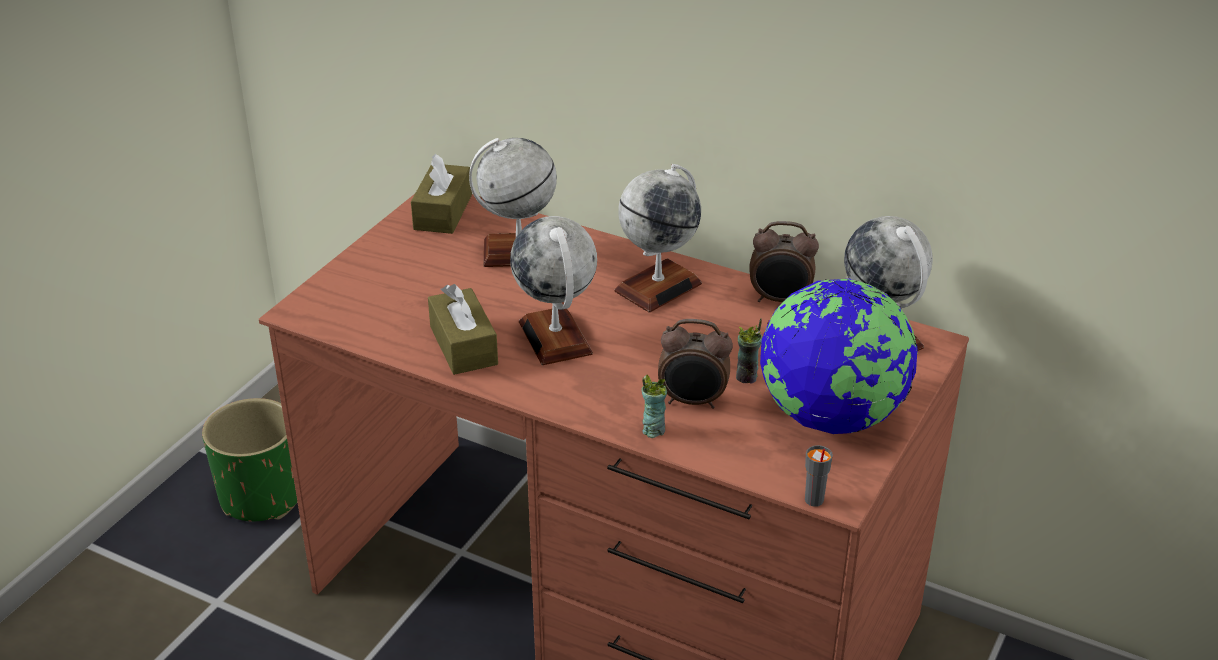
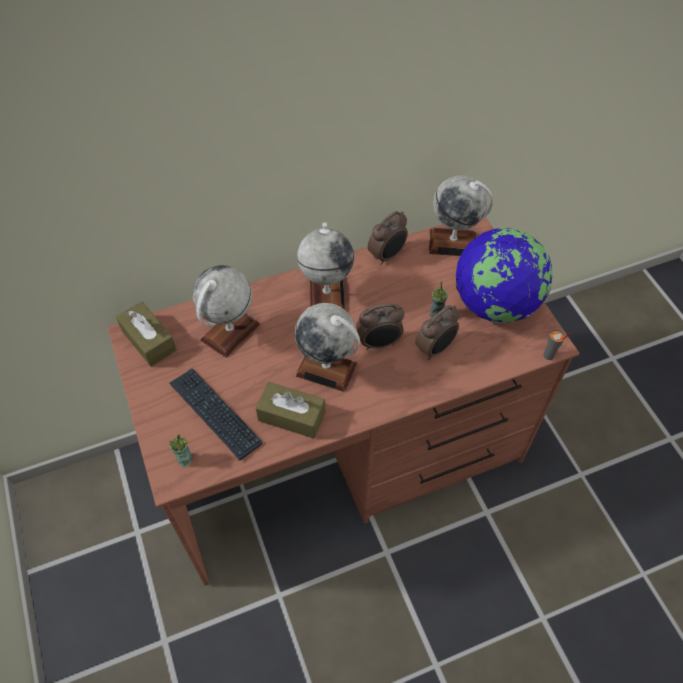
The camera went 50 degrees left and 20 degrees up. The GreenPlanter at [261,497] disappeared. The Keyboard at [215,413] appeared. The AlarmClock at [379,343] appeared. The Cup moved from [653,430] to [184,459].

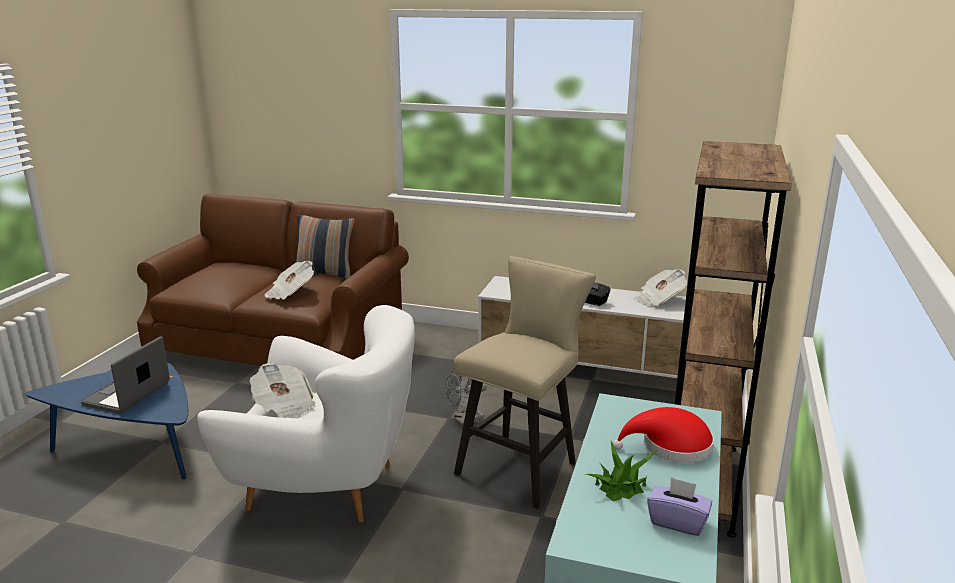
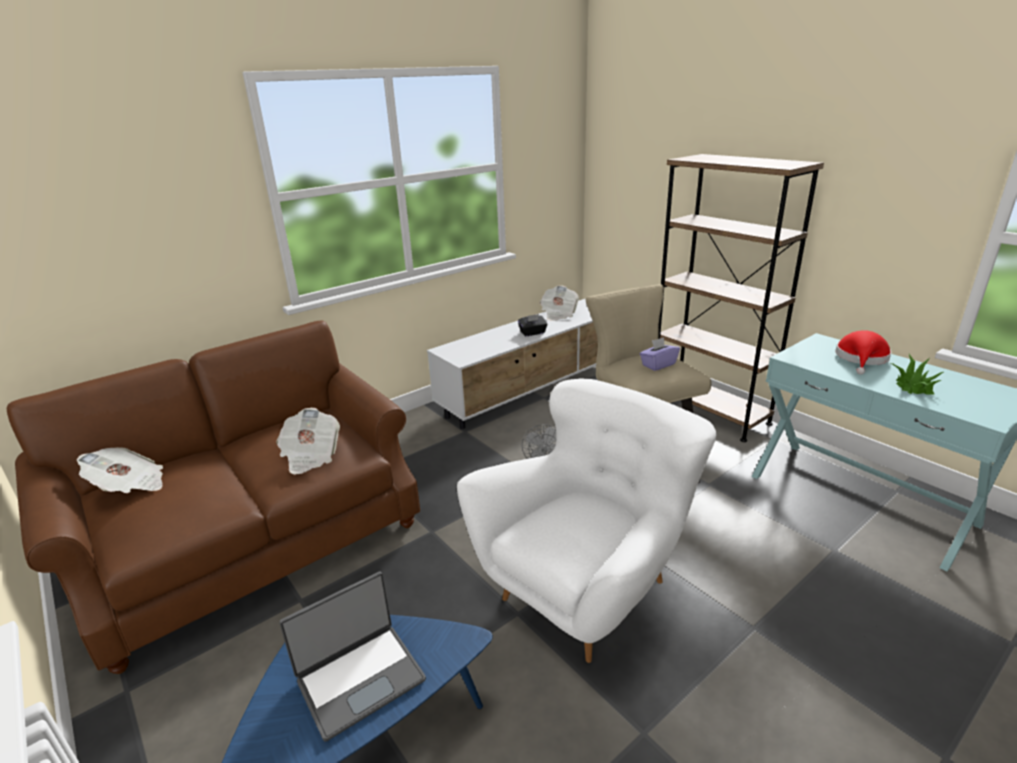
The camera went 55 degrees left and 5 degrees up. The Pillow at [325,273] disappeared. The Newspaper moved from [284,407] to [130,486]. The PurpleTissueBox moved from [677,522] to [658,365]. The Laptop at [128,394] turned 90 degrees counterclockwise.

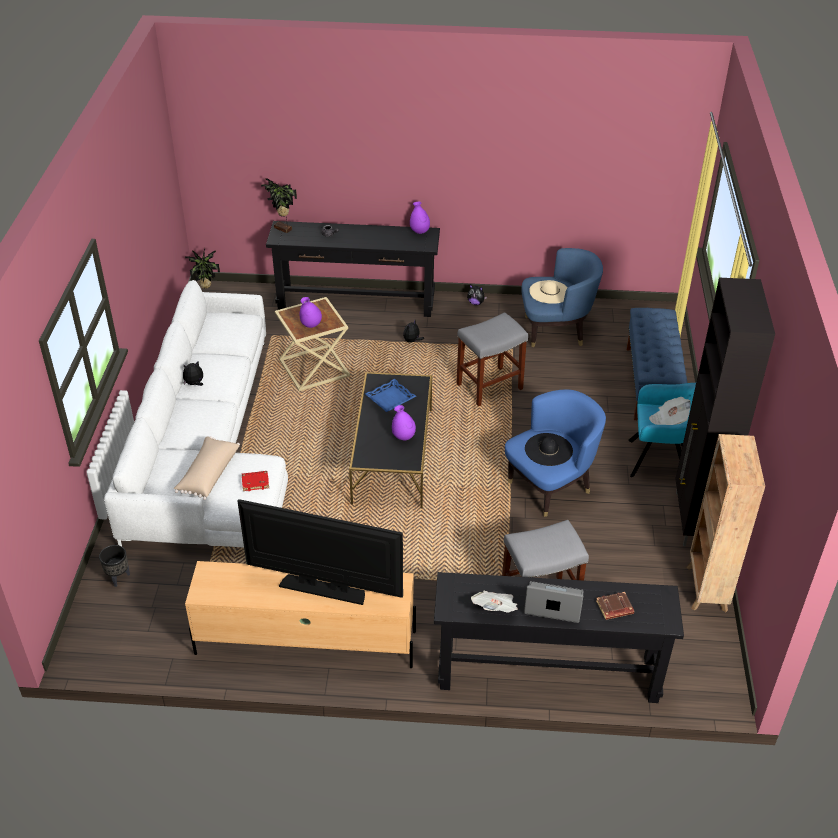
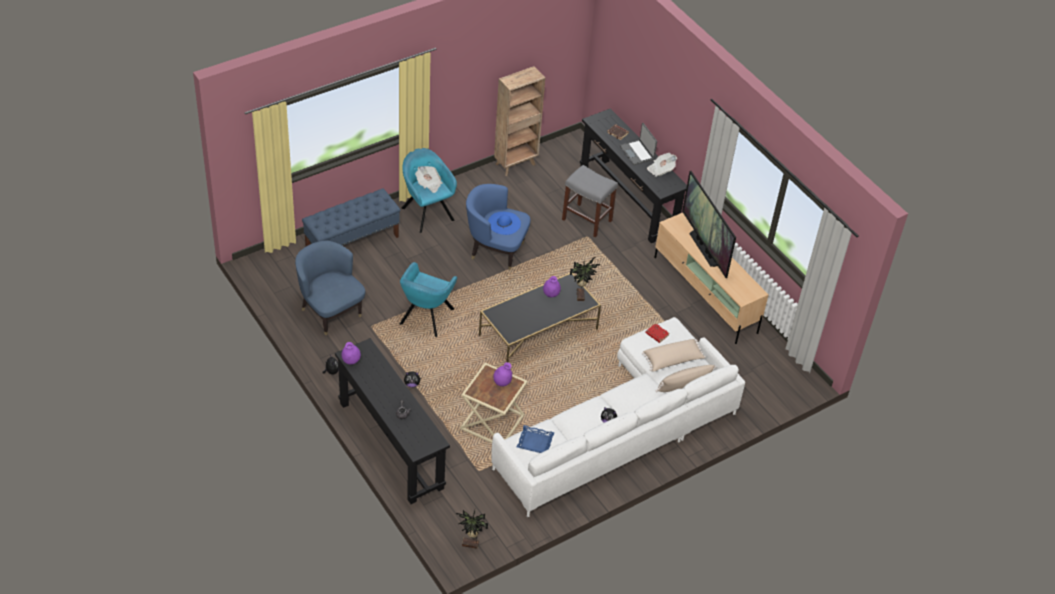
The camera went 130 degrees left and 5 degrees up. The BlackPlanter at [118,577] disappeared. The BeigeHat at [549,292] disappeared. The BlackCabinet at [694,520] disappeared. The BeigePillow at [683,385] appeared. The PottedPlant moved from [282,229] to [581,295]. The BlueTray moved from [390,398] to [535,442]. The GreyStool at [490,386] was replaced by the TurquoiseArmchair at [425,318]. The BlackHat at [548,449] became the BlueHat at [504,223].

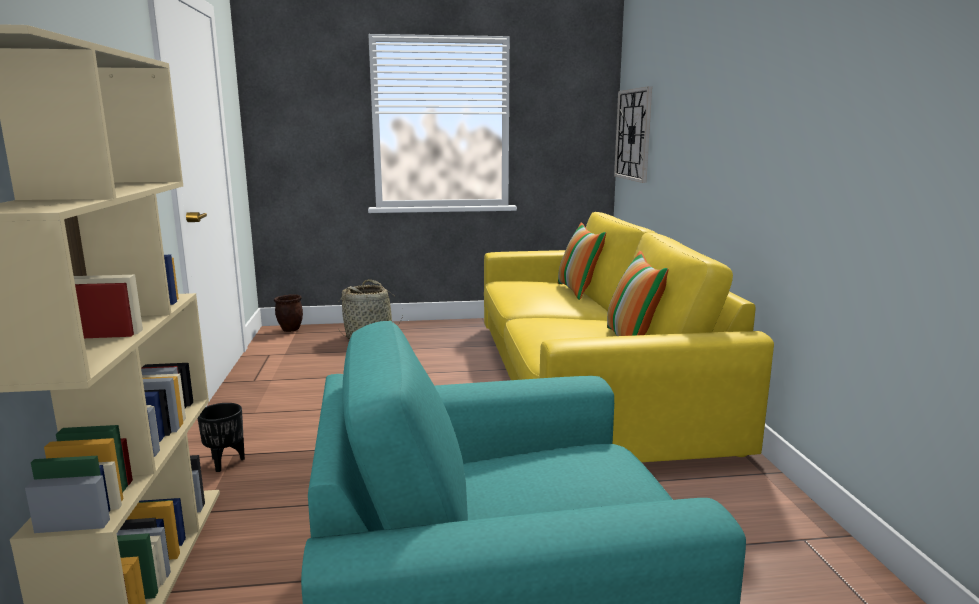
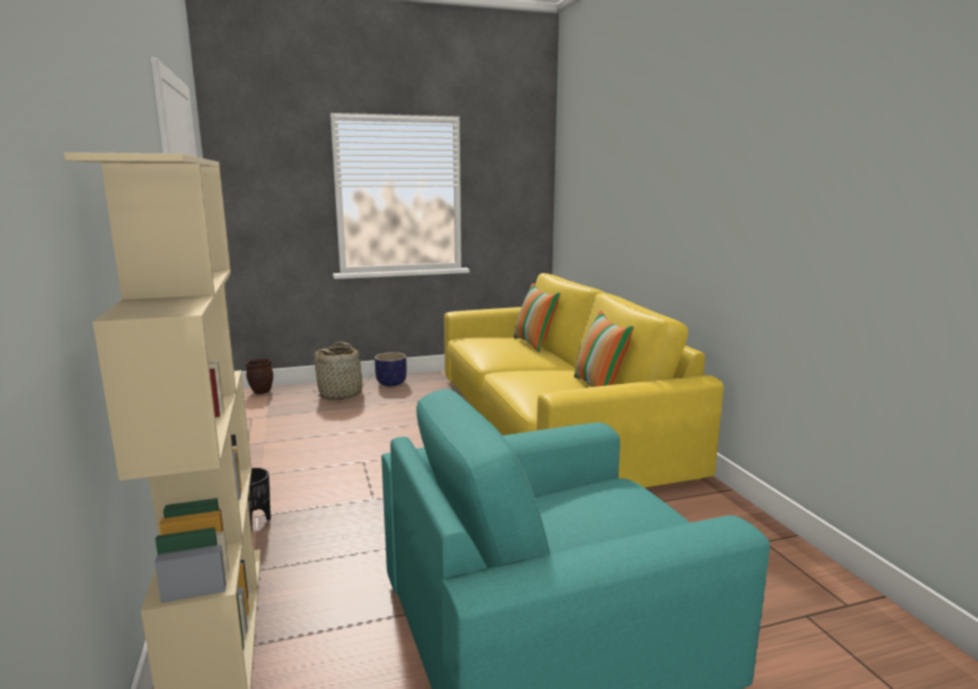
The camera went 10 degrees left and 0 degrees up. The WallClock at [633,134] disappeared. The Planter at [391,383] appeared.

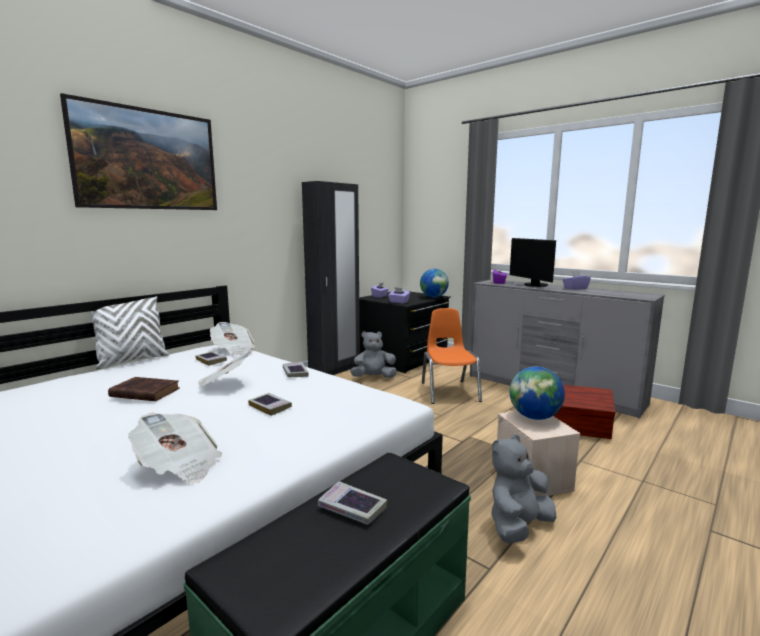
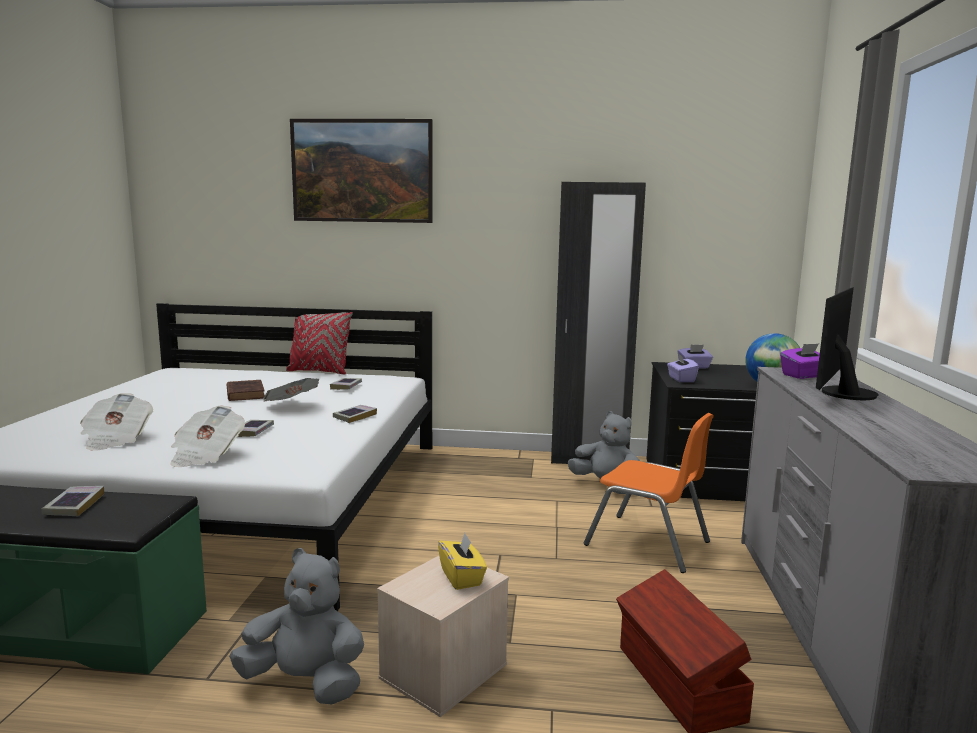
The camera went 55 degrees right and 0 degrees up. The PurpleTissueBox at [575,288] disappeared. The Newspaper moved from [233,350] to [206,455]. The Globe at [534,417] was replaced by the YellowTissueBox at [462,577]. The WhitePillow at [132,361] became the RedPillow at [319,371]. The OrangeChair at [449,392] turned 75 degrees clockwise.

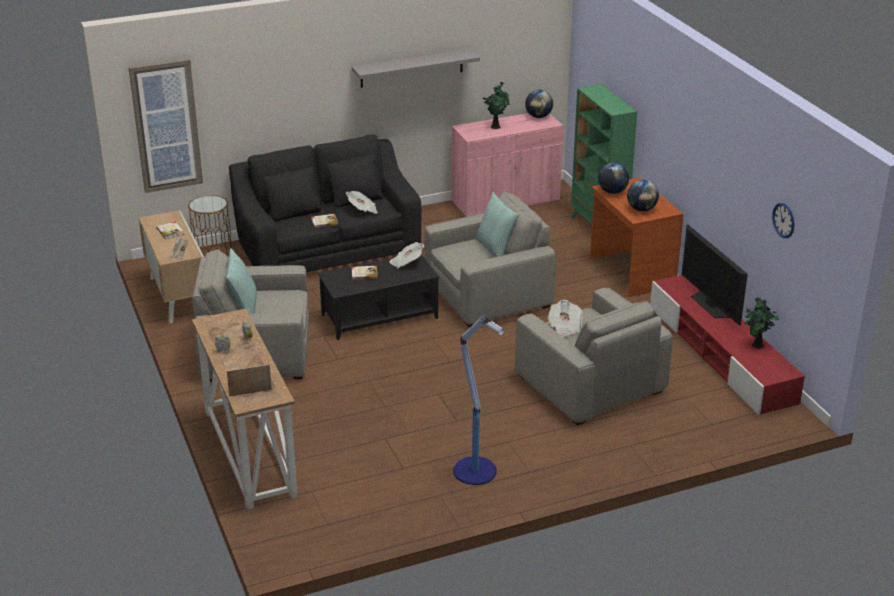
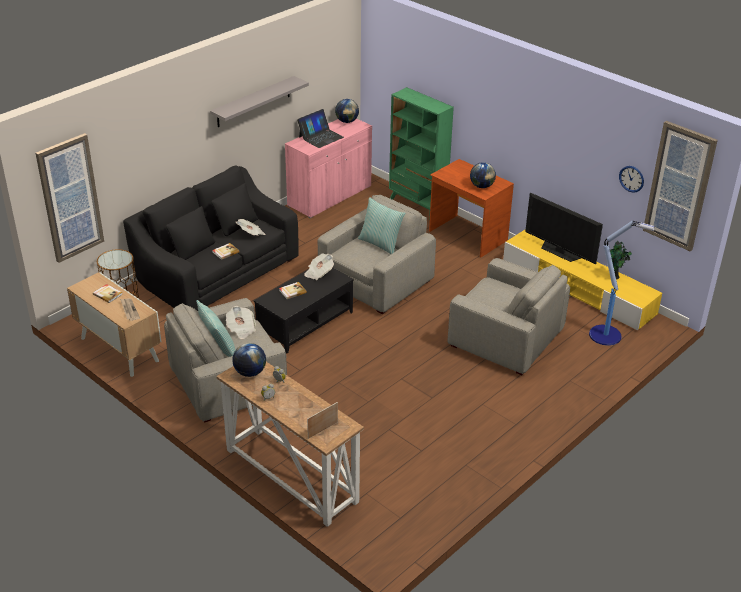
The camera went 25 degrees left and 5 degrees up. The Picture at [679,186] appeared. The FloorLamp moved from [476,472] to [606,335]. The Newspaper moved from [564,327] to [241,329]. The Globe moved from [612,192] to [250,372]. The PottedPlant at [496,126] was replaced by the Laptop at [320,137]. The RedTvStand at [721,355] became the YellowTvStand at [578,289].

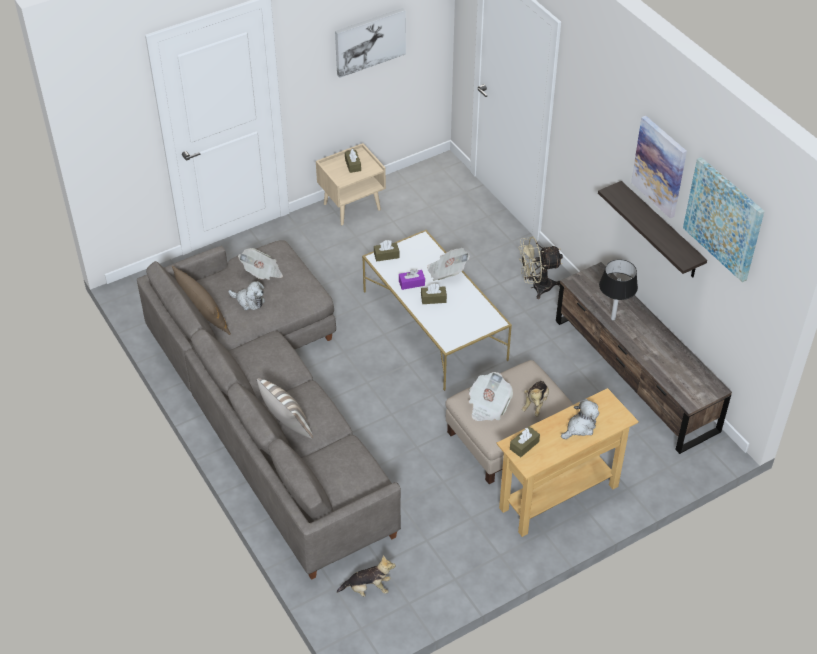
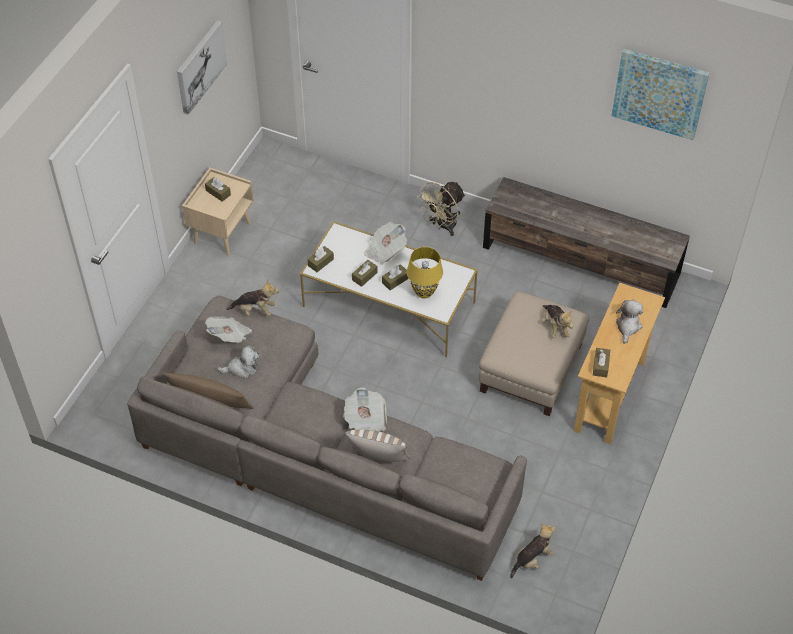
The camera went 35 degrees left and 5 degrees up. The Shelf at [660,231] disappeared. The BlackTableLamp at [613,318] disappeared. The Picture at [660,166] disappeared. The PlushToy at [255,310] appeared. The YellowTableLamp at [424,293] appeared. The Newspaper moved from [488,406] to [365,422]. The PurpleTissueBox at [411,283] became the BrownTissueBox at [364,276].

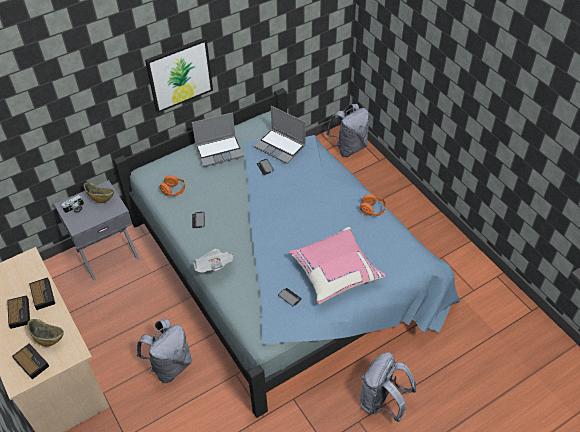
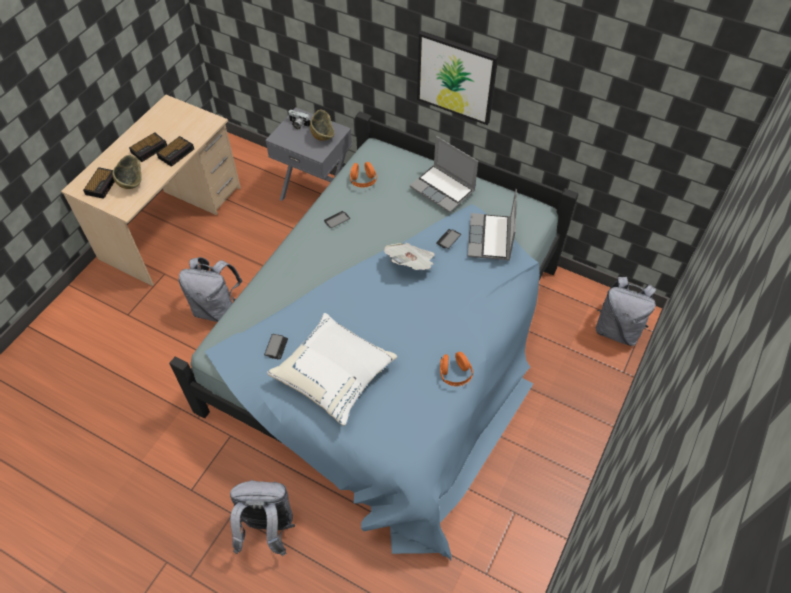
The camera went 60 degrees right and 5 degrees up. The Newspaper moved from [214,266] to [411,264]. The PinkPillow at [335,272] became the WhitePillow at [335,375].

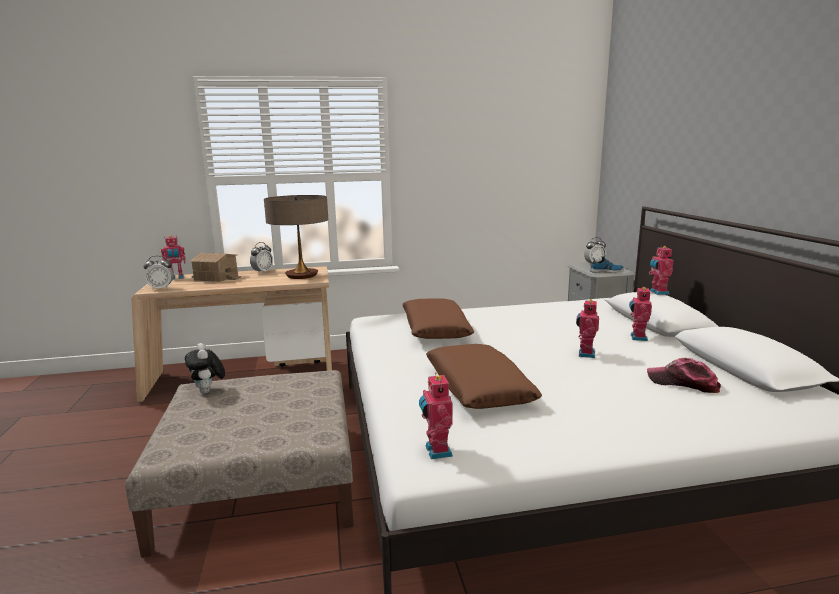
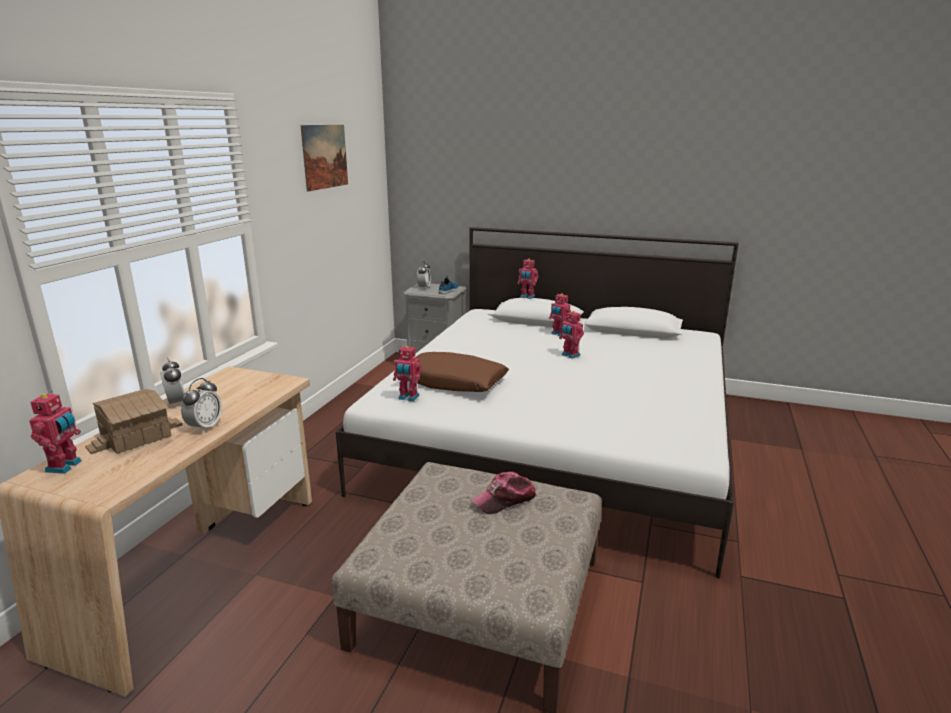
The camera went 60 degrees left and 5 degrees up. The PlushToy at [208,391] disappeared. The TableLamp at [302,275] disappeared. The BrownPillow at [478,387] disappeared. The Picture at [325,156] appeared. The AlarmClock moved from [161,288] to [205,427]. The ToyRobot moved from [436,451] to [408,398]. The Cap moved from [683,383] to [504,500].

